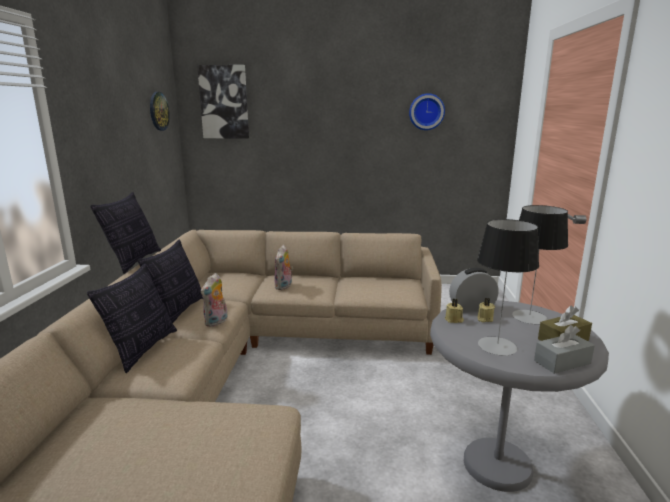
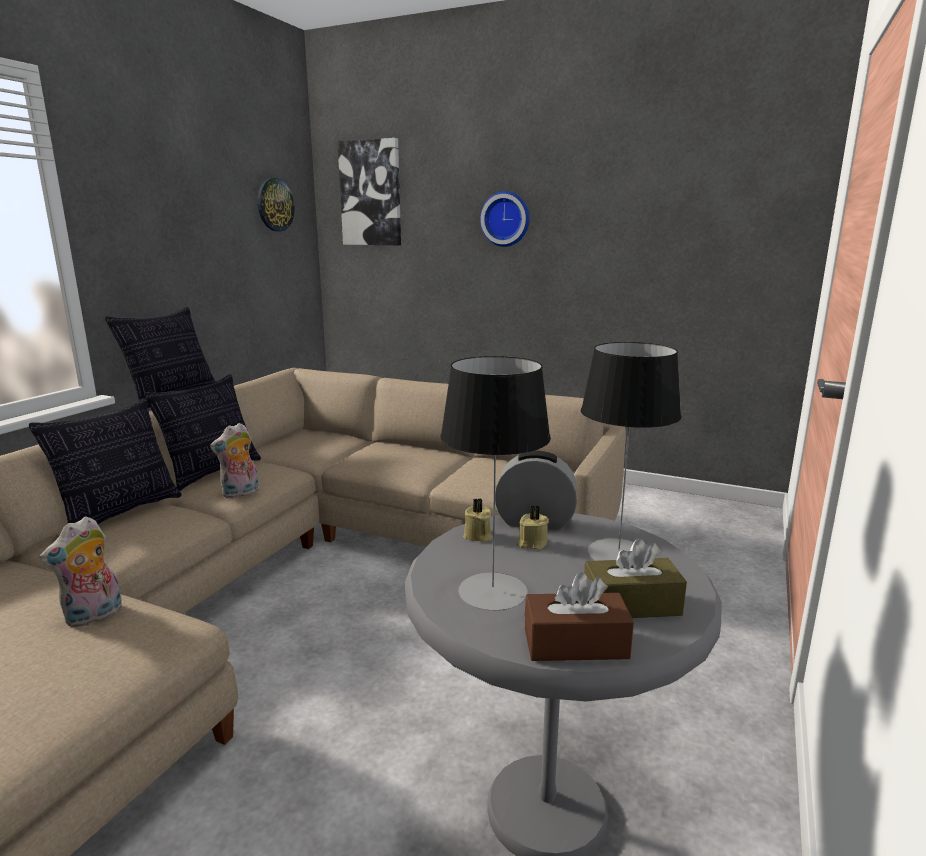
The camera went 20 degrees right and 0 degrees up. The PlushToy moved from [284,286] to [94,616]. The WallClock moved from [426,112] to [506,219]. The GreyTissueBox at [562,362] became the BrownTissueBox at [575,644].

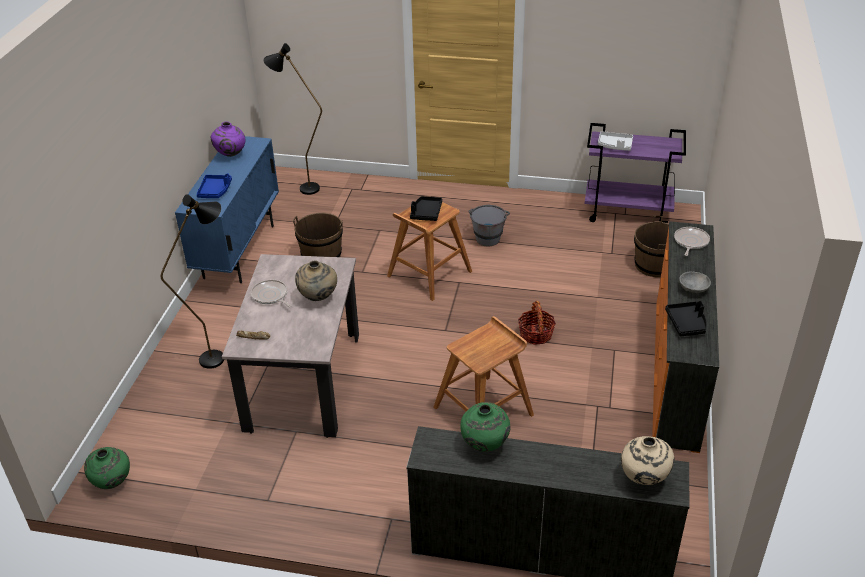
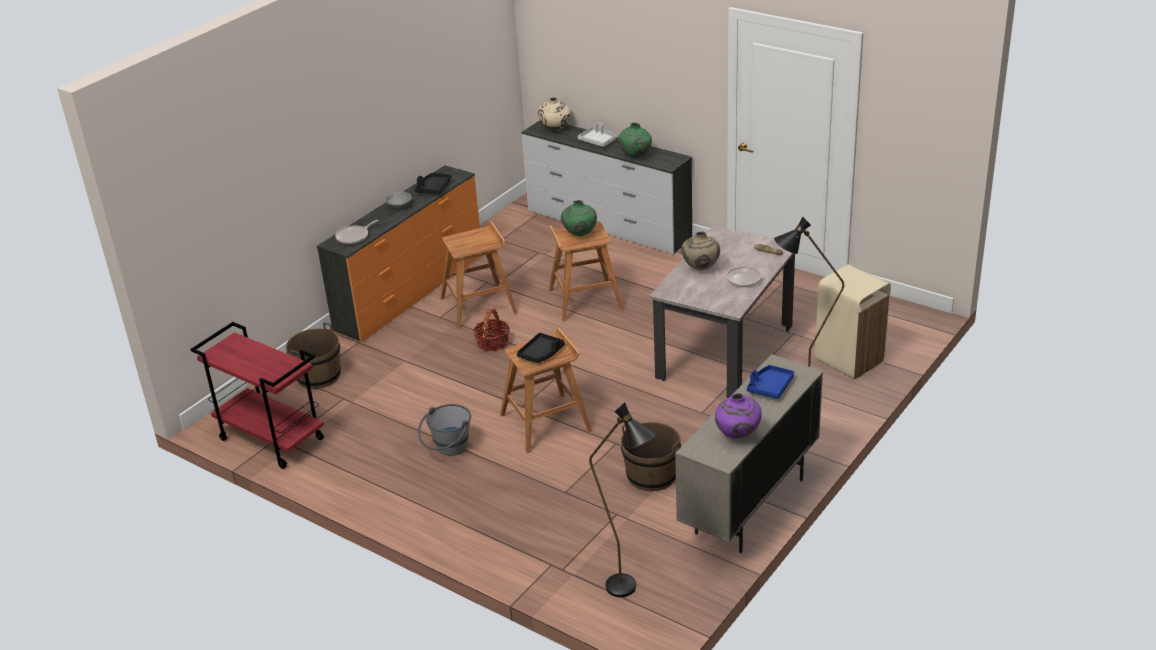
The camera went 155 degrees left and 5 degrees down. The BrownStool at [479,305] appeared. The BeigeTrashCan at [849,361] appeared. The GreenVase moved from [113,483] to [579,235]. The GreyTray moved from [615,145] to [598,141]. The BlueCabinet at [239,251] became the BeigeCabinet at [749,507]. The PurpleCart at [628,212] became the RedCart at [270,439].

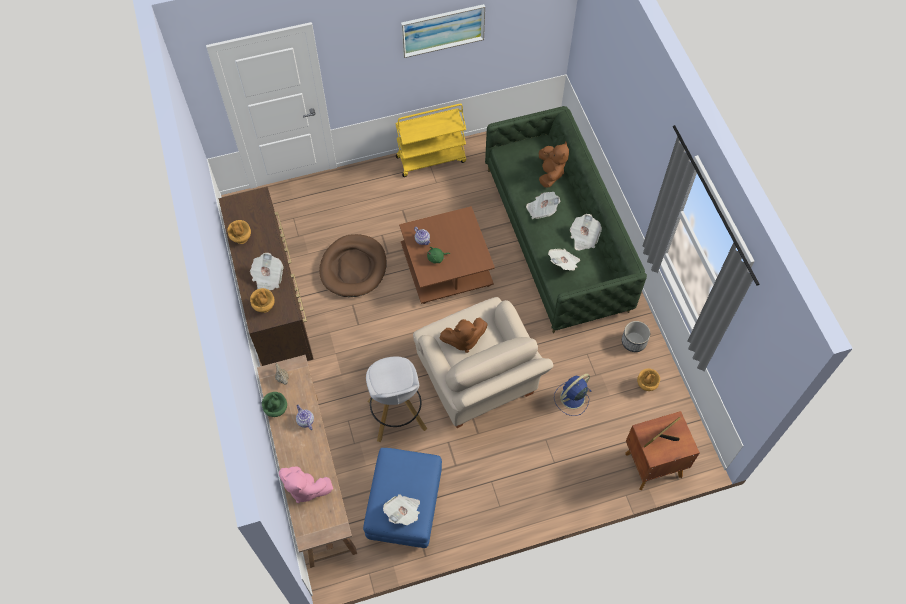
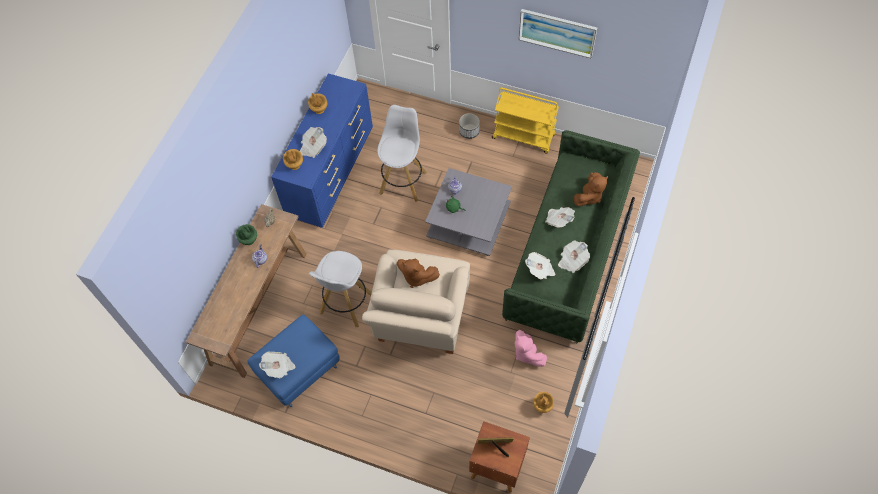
The camera went 40 degrees right and 0 degrees up. The BlueFan at [571,398] disappeared. The PinkPlushToy moved from [305,488] to [527,353]. The Planter moved from [634,341] to [469,131]. The BrownDogBed at [353,268] was replaced by the WhiteStool at [403,182]. The BrownDresser at [274,302] became the BlueDresser at [331,173]. The BrownCoffeeTable at [447,266] became the GreyCoffeeTable at [469,222].

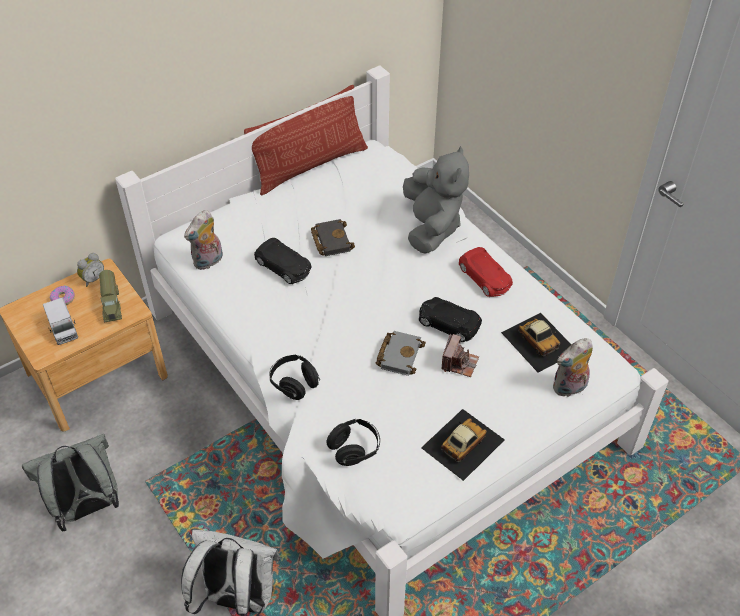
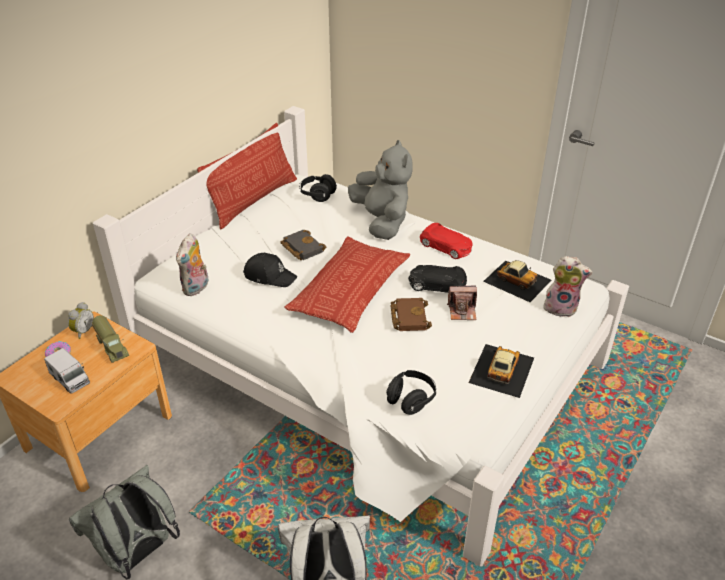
The camera went 20 degrees left and 10 degrees down. The Pillow at [350,289] appeared. The BlackHeadphones moved from [294,384] to [317,195]. The BlackToyCar at [283,266] was replaced by the BlackCap at [269,276]. The GreyBook at [399,354] became the BrownBook at [408,317]. The PhotoCamera at [459,363] turned 90 degrees clockwise. The PlushToy at [569,388] turned 120 degrees counterclockwise.

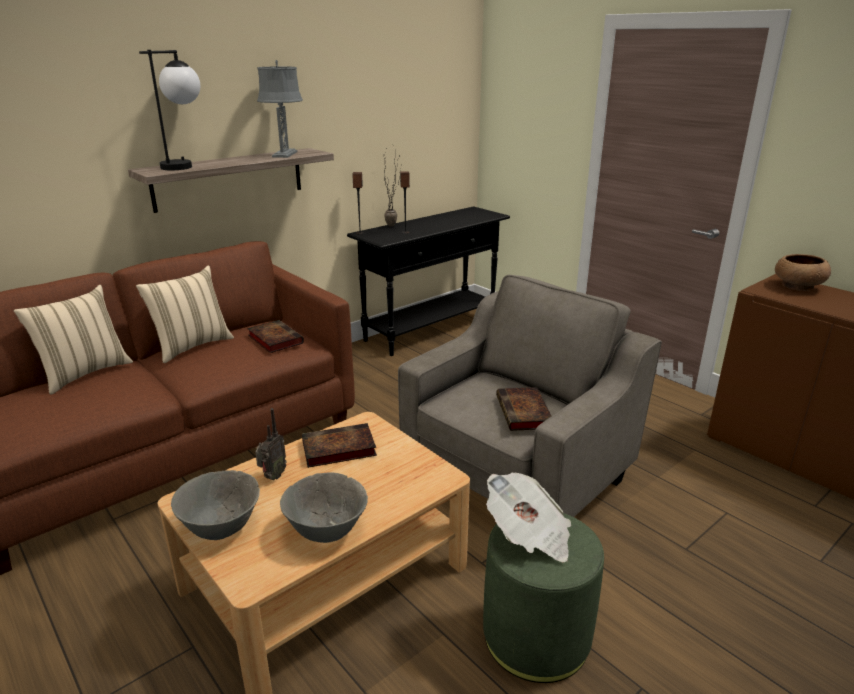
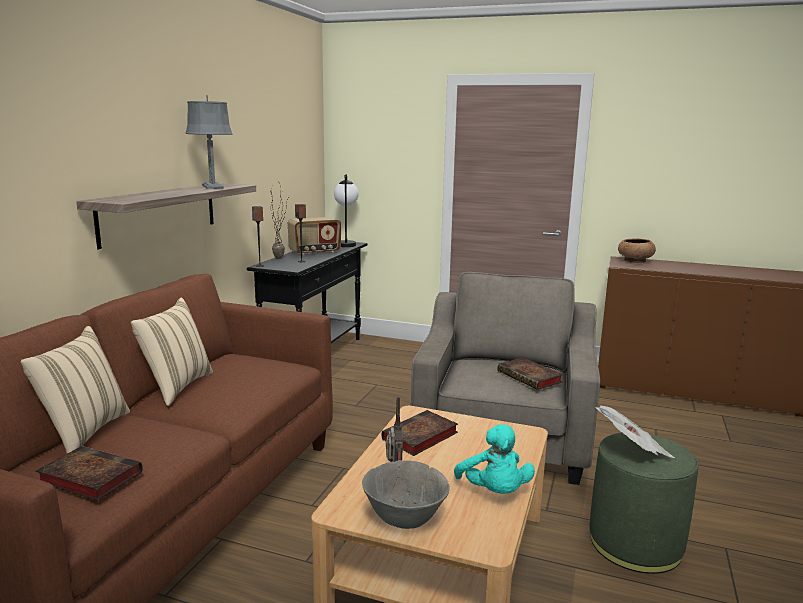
The camera went 30 degrees left and 10 degrees down. The Radio at [315,252] appeared. The TableLamp moved from [185,165] to [346,244]. The Book moved from [274,339] to [88,477]. The GreyBowl at [326,530] was replaced by the TurquoisePlushToy at [494,492].

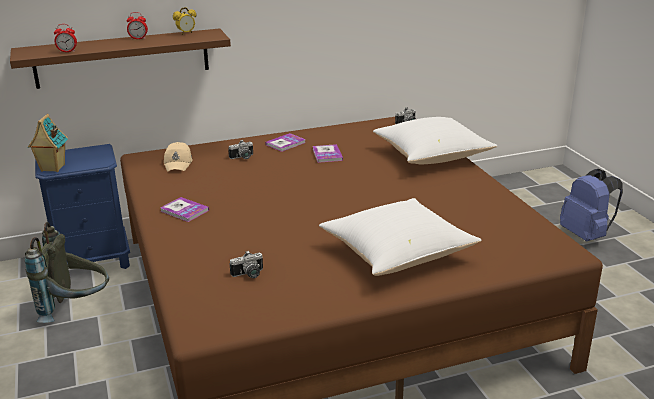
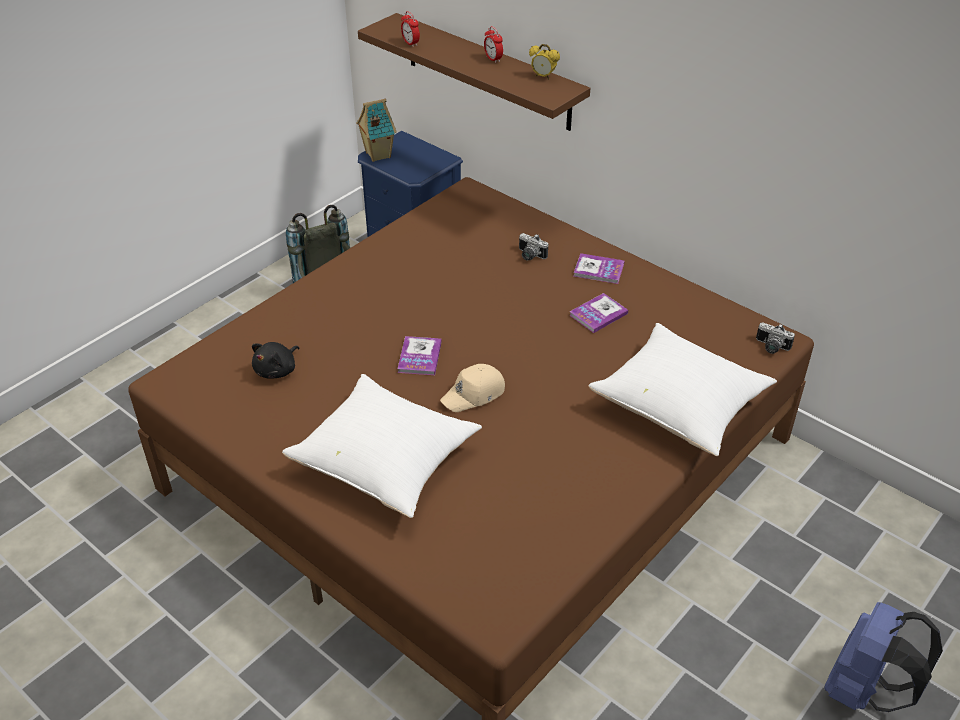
The camera went 60 degrees right and 15 degrees up. The Book moved from [184,210] to [419,357]. The BeigeCap moved from [178,163] to [474,394]. The PhotoCamera at [249,275] was replaced by the BlackPlushToy at [277,370].

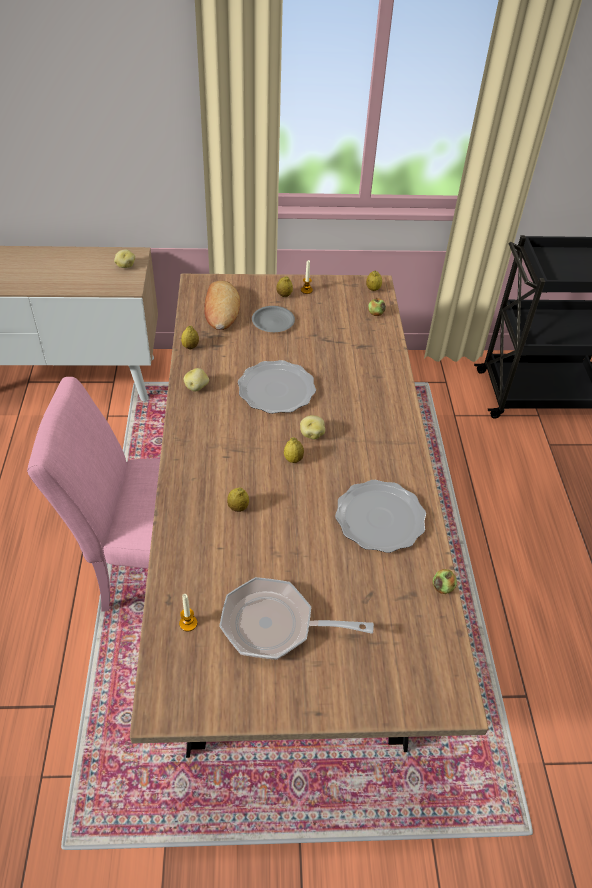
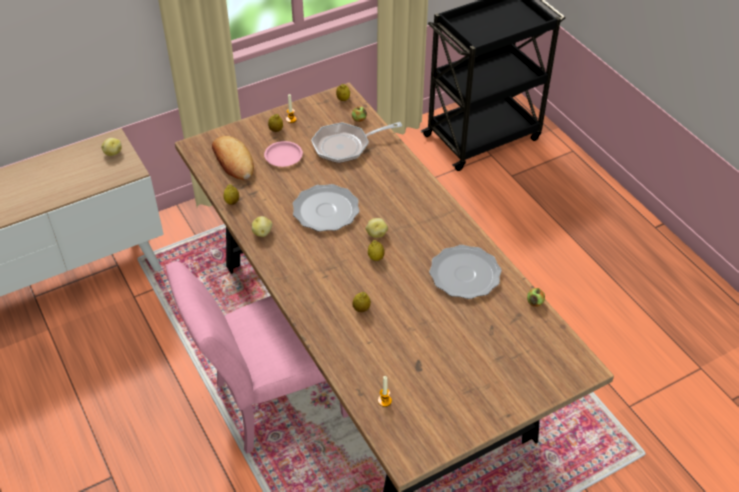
The camera went 25 degrees left and 0 degrees up. The FryingPan moved from [275,625] to [345,146]. The GreyPlate at [273,322] became the PinkPlate at [284,156].

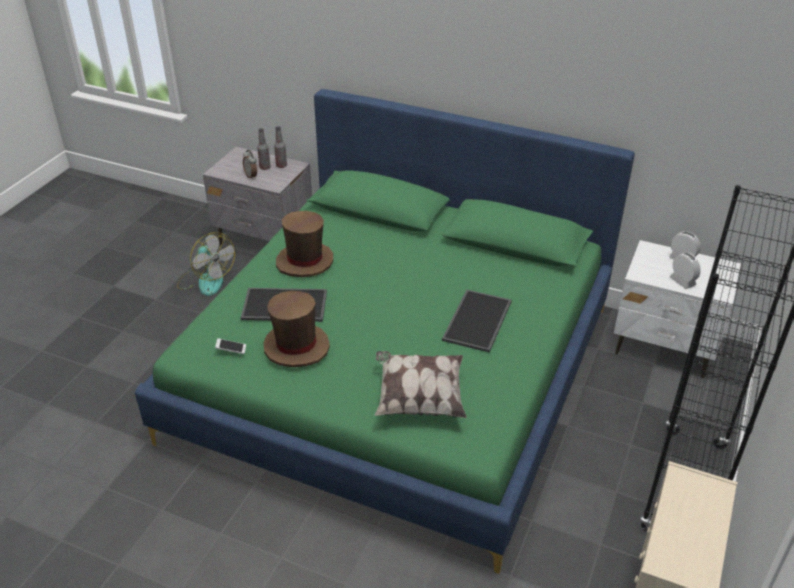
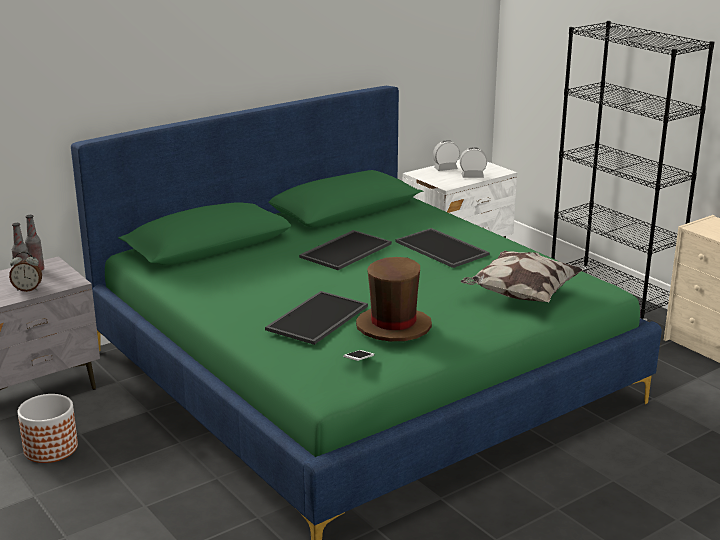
The camera went 60 degrees left and 15 degrees down. The BrownHat at [305,261] disappeared. The Tray at [345,250] appeared. The Fan at [206,280] was replaced by the Planter at [51,448].

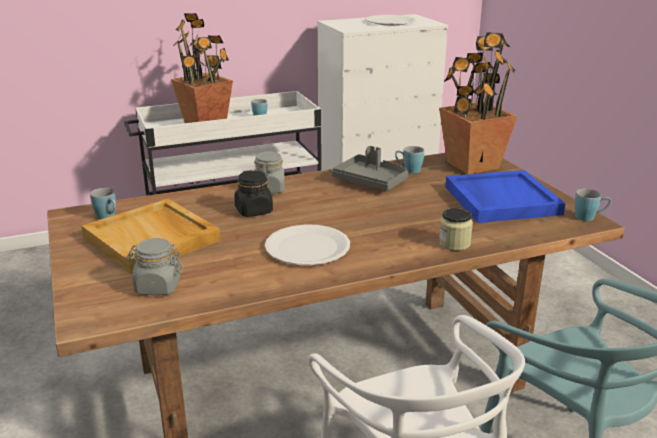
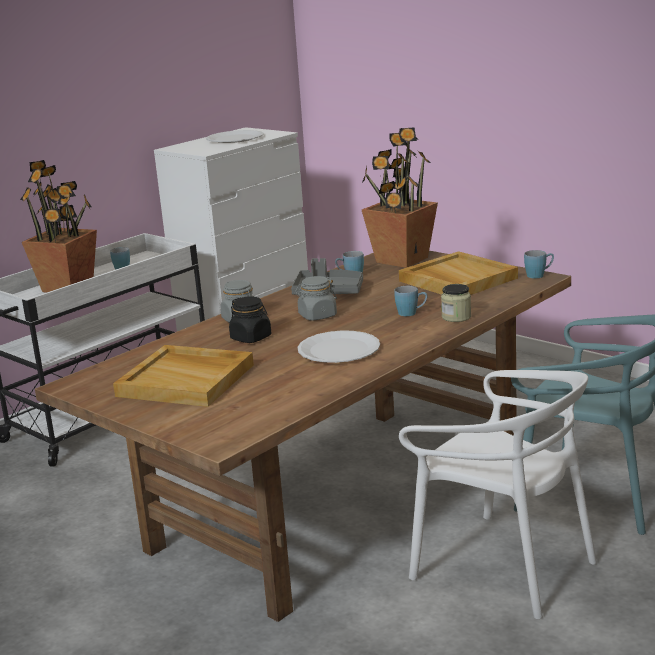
The camera went 25 degrees left and 5 degrees down. The BlueMug moved from [108,217] to [411,313]. The GreyJar moved from [157,287] to [317,316]. The BlueTray at [500,200] became the BeigeTray at [456,279].

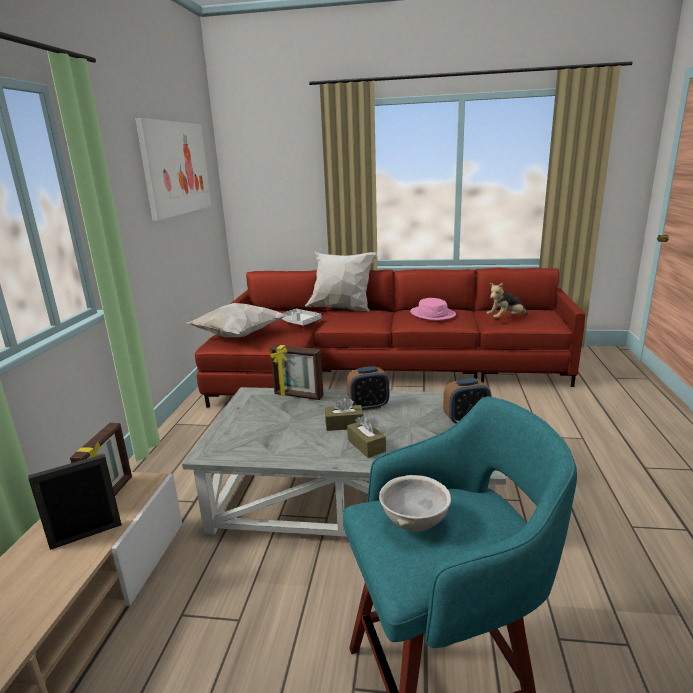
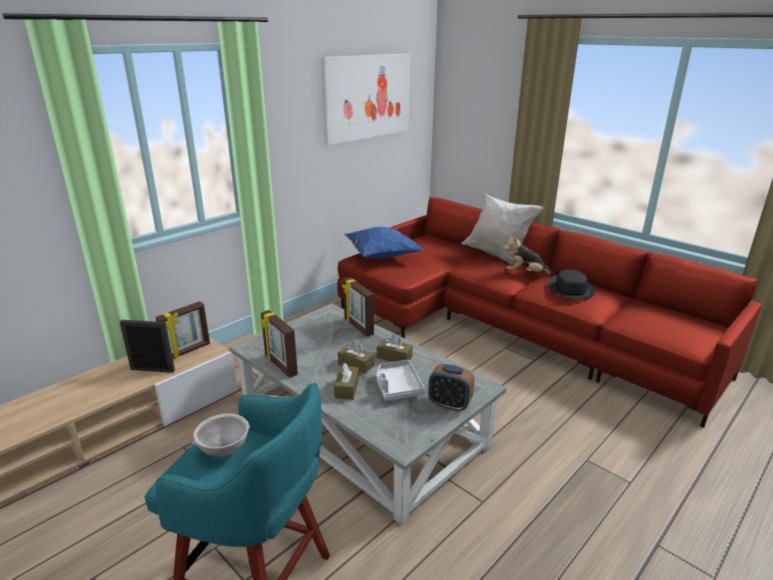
The camera went 35 degrees right and 5 degrees up. The PictureFrame at [280,366] appeared. The GreyTray moved from [300,322] to [397,387]. The PlushToy moved from [506,319] to [525,273]. The AlarmClock at [368,406] was replaced by the BrownTissueBox at [394,357]. The WhitePillow at [238,336] became the BluePillow at [380,256]. The PinkHat at [432,314] became the BlackHat at [570,288].

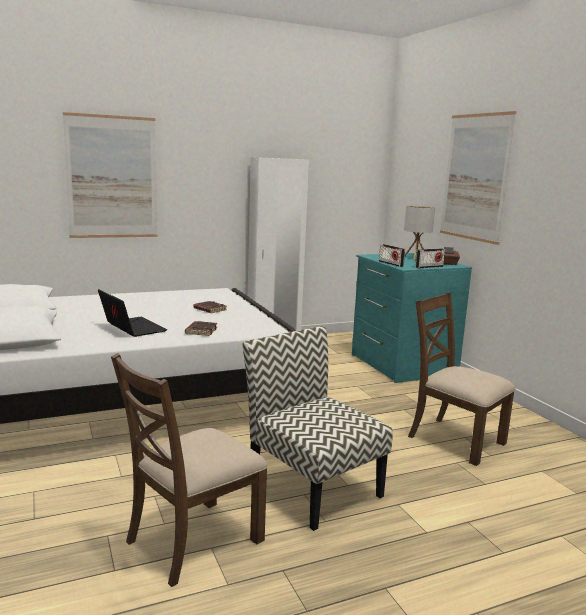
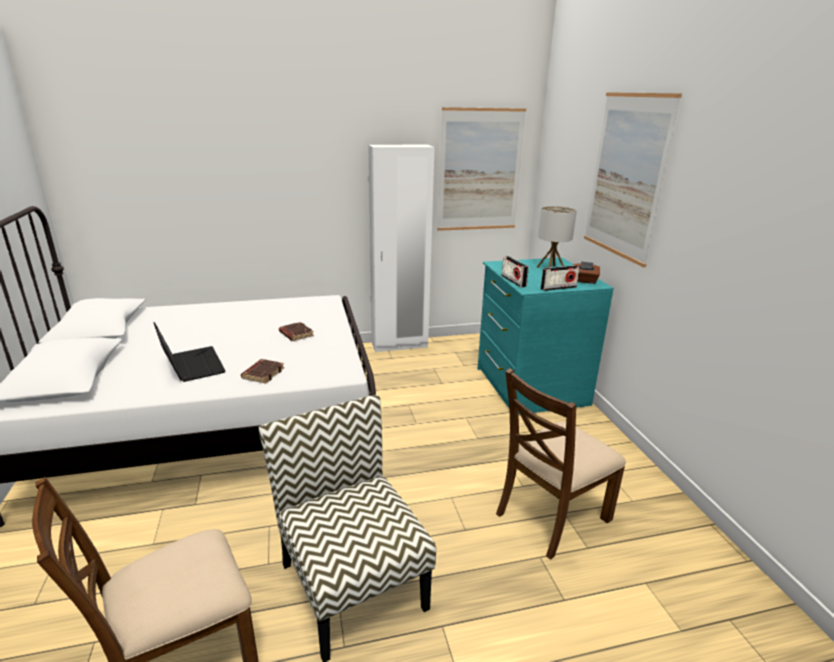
The camera went 10 degrees right and 10 degrees up. The Picture moved from [112,177] to [480,171]. The BrownChair at [455,439] turned 90 degrees counterclockwise.

